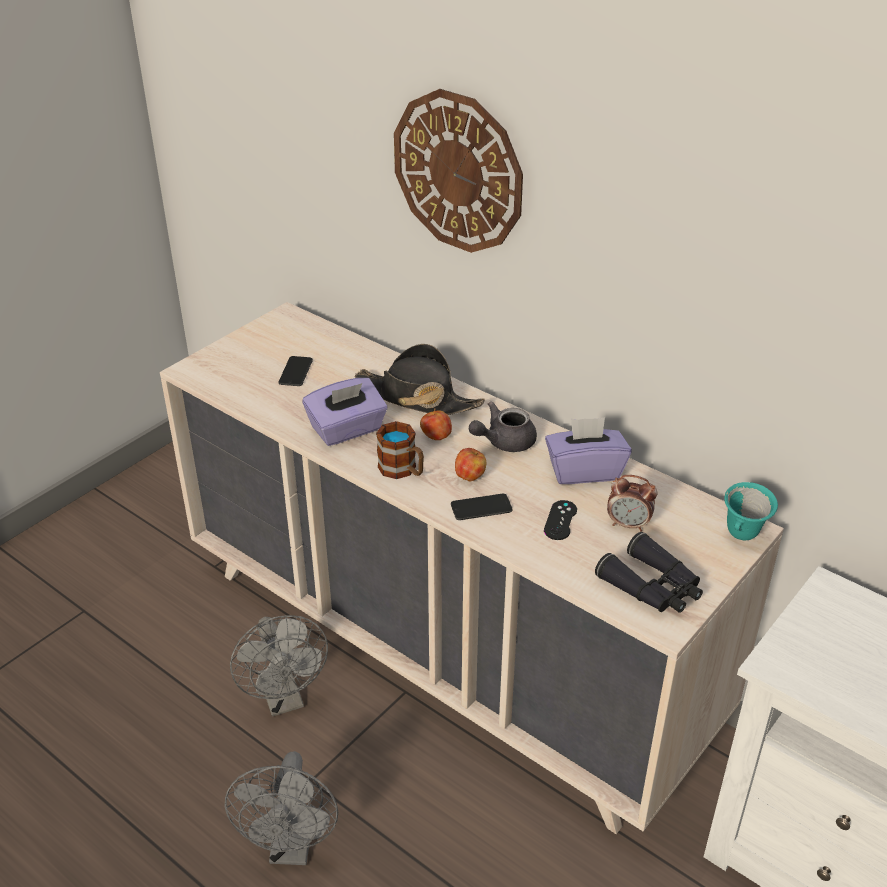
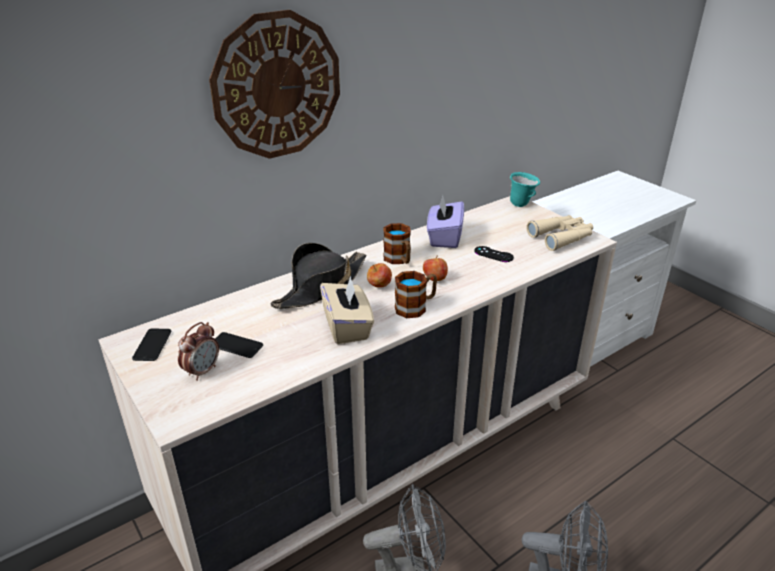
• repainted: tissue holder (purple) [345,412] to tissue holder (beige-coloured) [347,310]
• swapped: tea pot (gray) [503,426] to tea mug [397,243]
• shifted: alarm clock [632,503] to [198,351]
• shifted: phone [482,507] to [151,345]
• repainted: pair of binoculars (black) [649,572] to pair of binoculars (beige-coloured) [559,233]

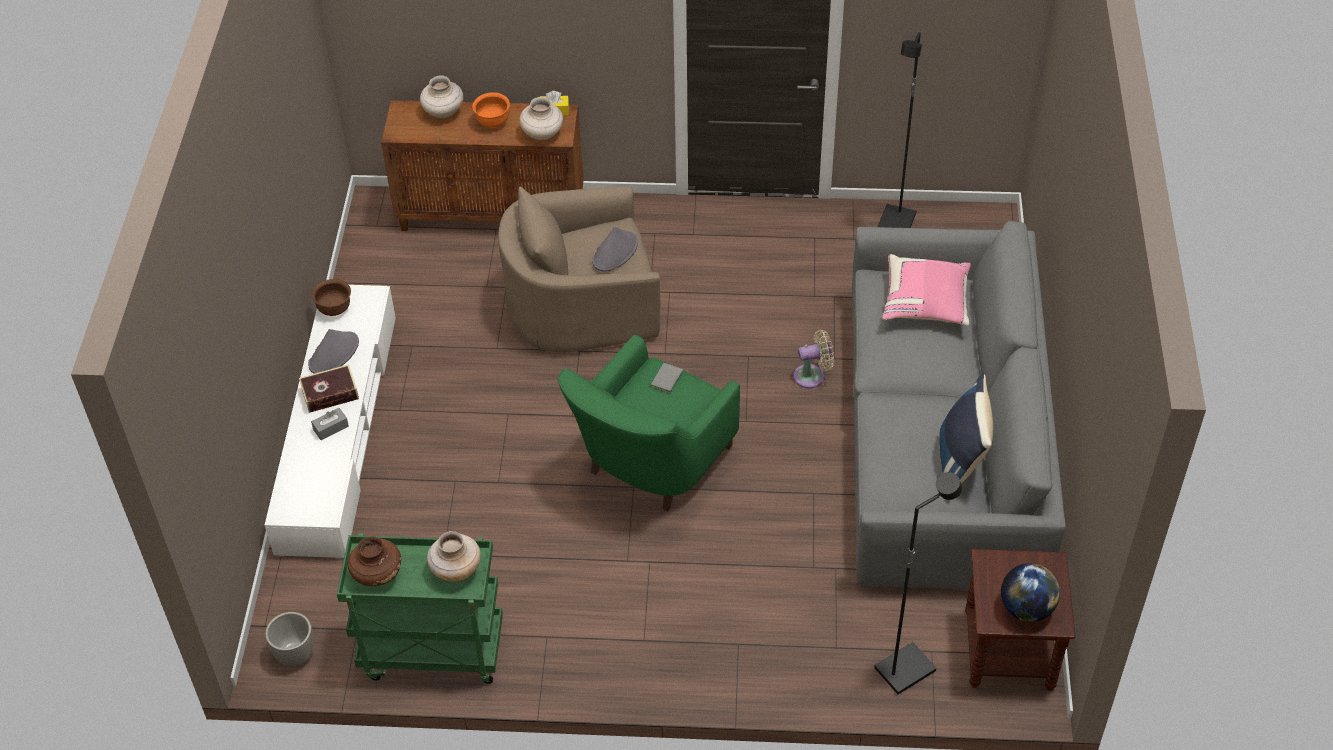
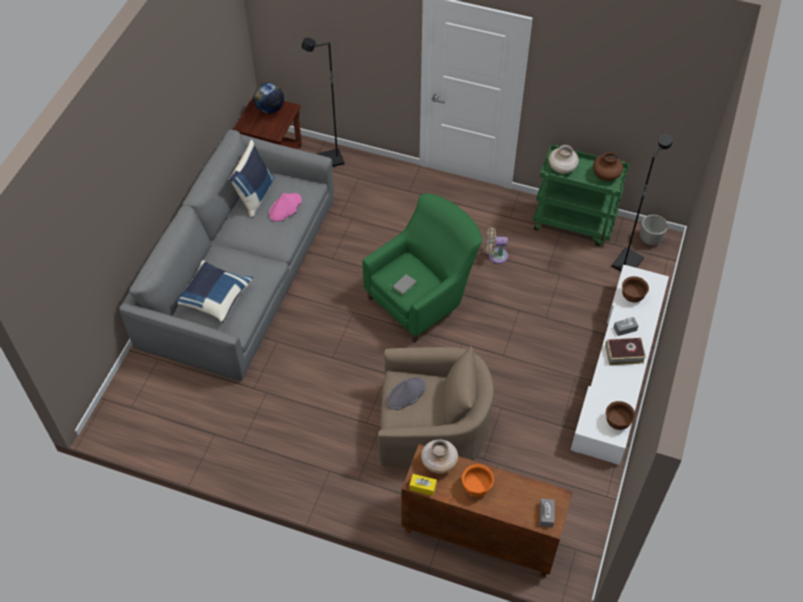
• shifted: floor lamp (black) [899,130] to [642,202]
• gone: flower vase (beige-coloured) [441,96]
• repainted: cushion (pink) [926,290] to cushion (bluish) [214,291]
• gone: wearable hat (gray) [333,351]
• shifted: cooling fan (beige-coloured) [813,359] to [497,246]
• new: wearable hat (pink) [285,207]
• new: serving bowl (brown-coloured) [635,289]
• new: tissue holder (gray) [547,512]

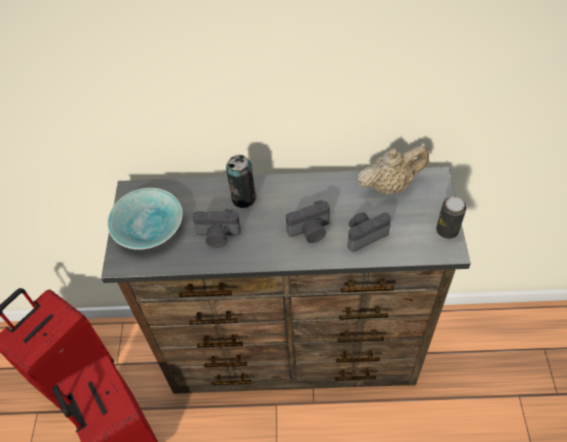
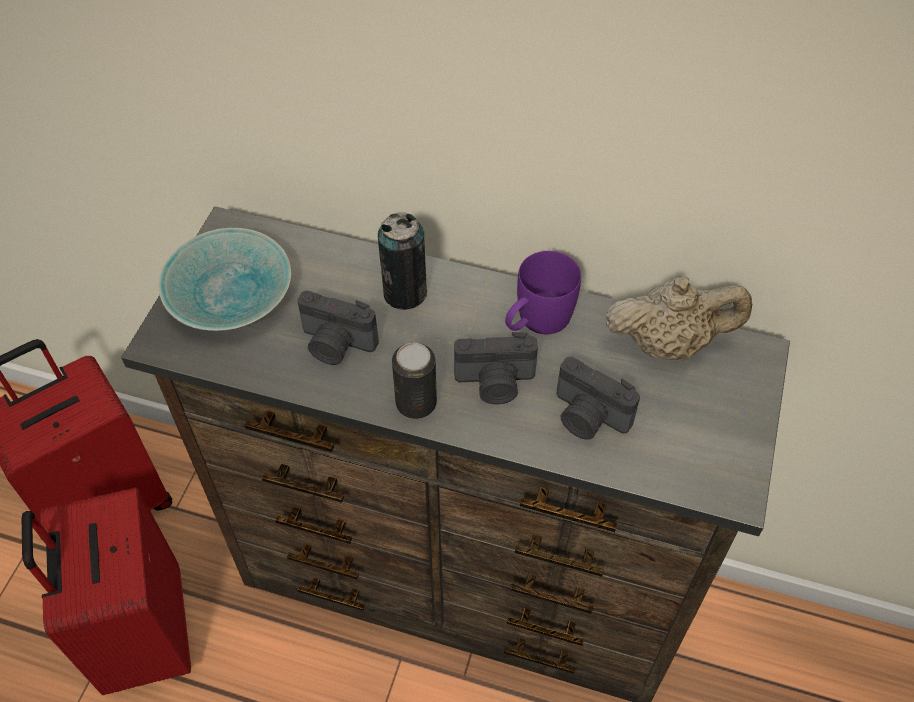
• shifted: can [451,218] to [414,380]
• rotated: still camera [369,232] = [598,398] 135 degrees counterclockwise
• new: tea mug (purple) [543,292]

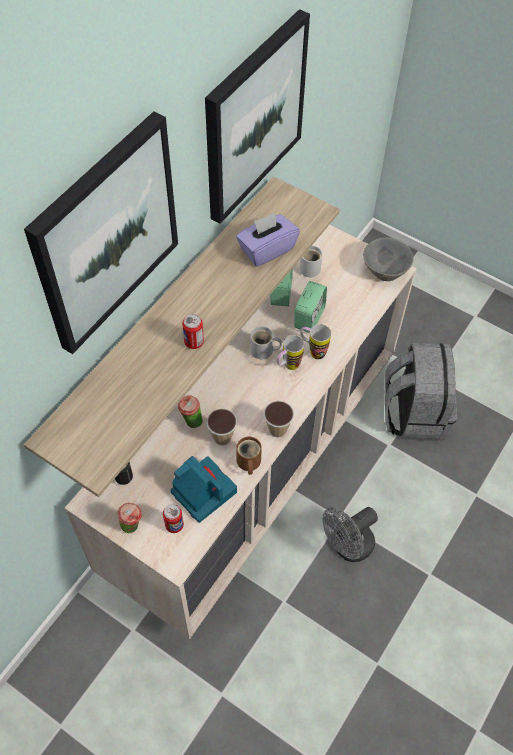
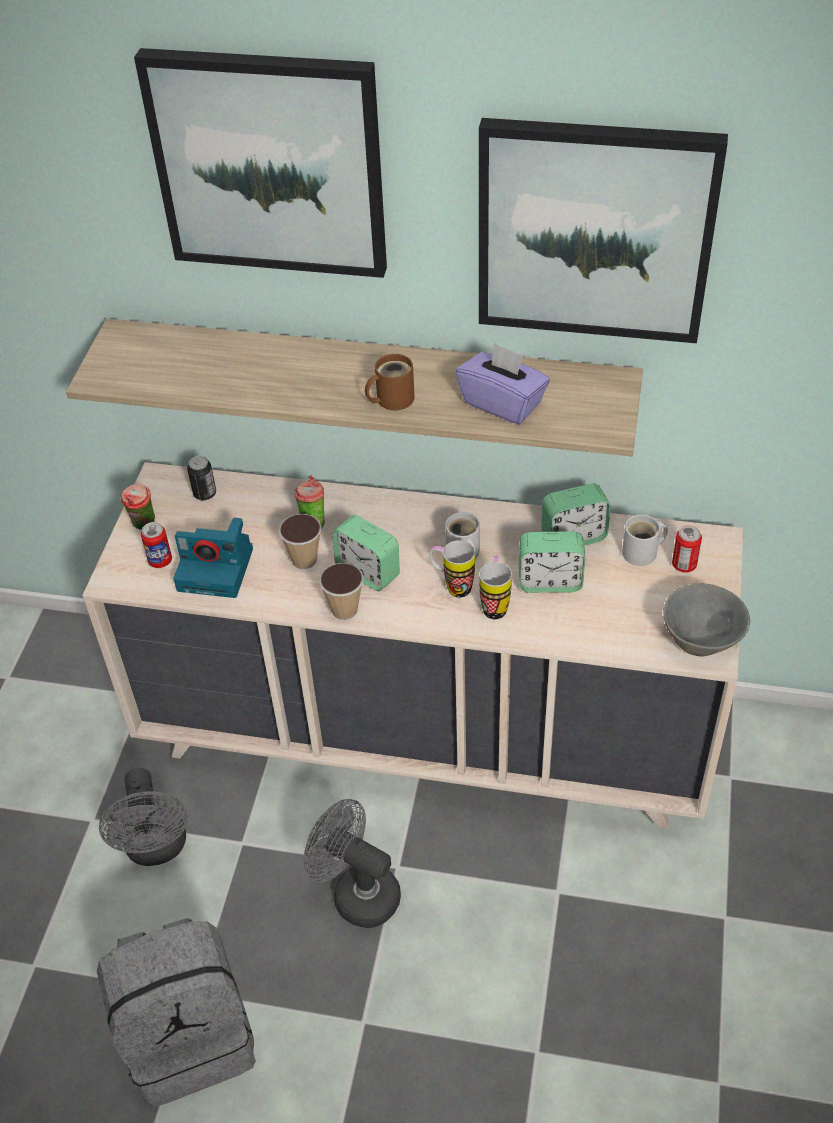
• shifted: can [193,331] to [687,548]
• shifted: knapsack (gray) [421,392] to [176,1012]
• shifted: tea mug (brown-coloured) [249,456] to [390,382]
• rotated: still camera [203,489] = [213,558] 75 degrees clockwise
• new: alarm clock [366,553]
• new: cooling fan (gray) [143,817]

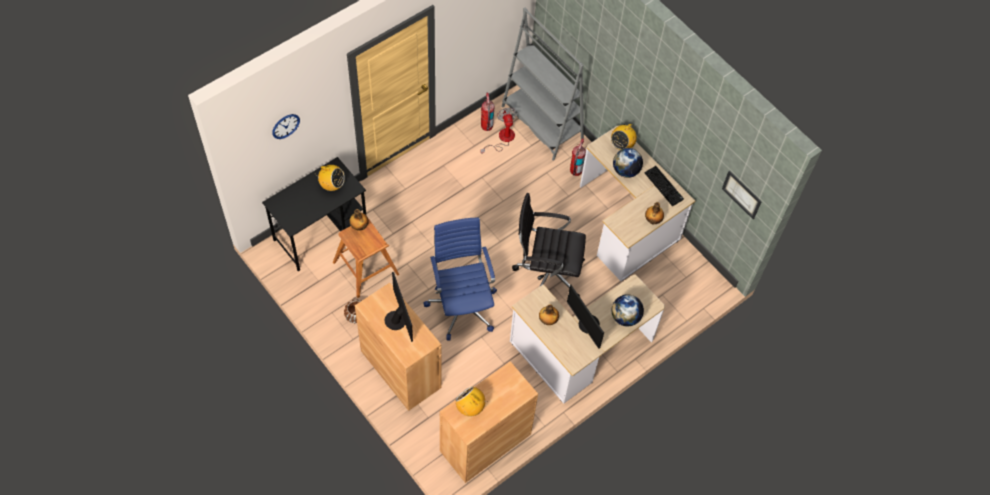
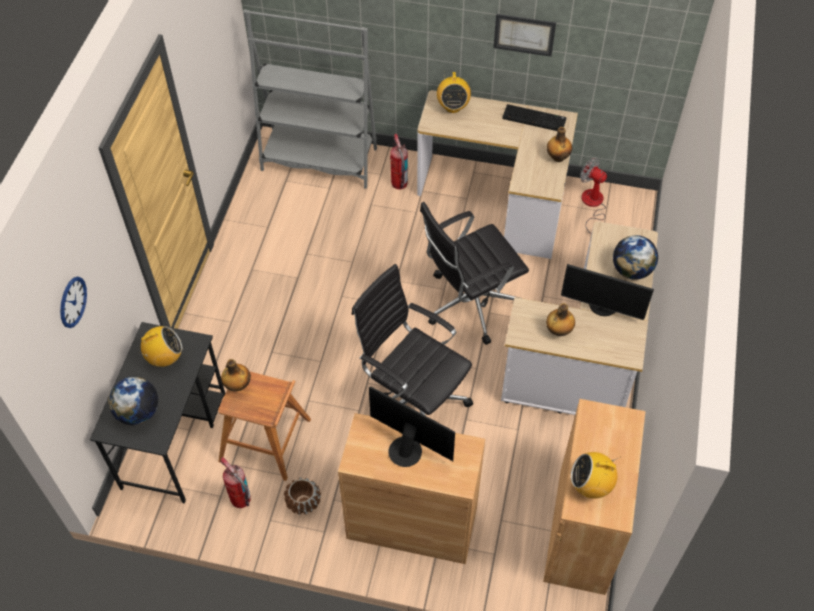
• shifted: fire-fighting cylinder [487,111] to [235,482]
• shifted: cooling fan [499,130] to [593,196]
• shifted: desk globe [628,163] to [133,400]
• shifted: wall picture [741,195] to [524,35]
• repainted: office chair (bluish) [460,279] to office chair (black) [412,340]

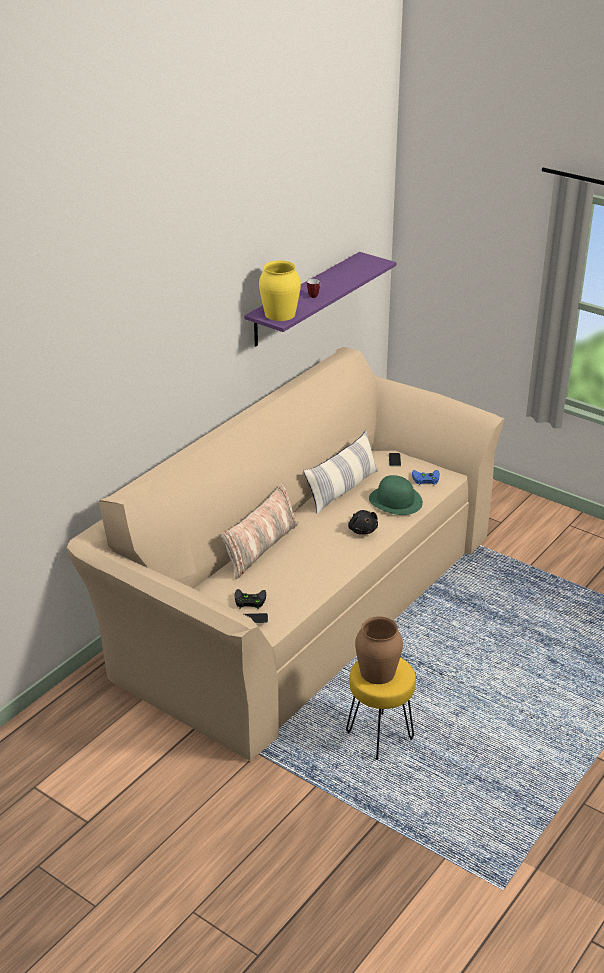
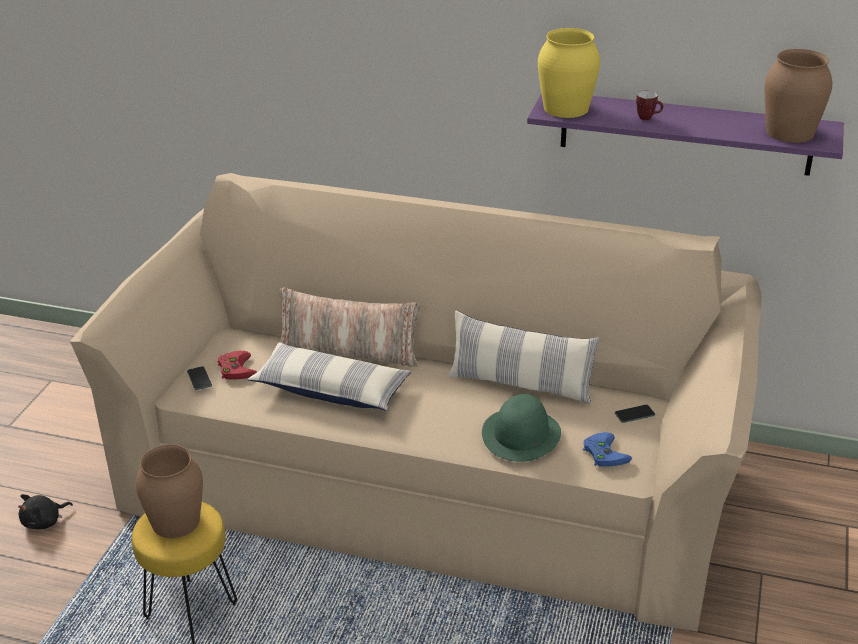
• shifted: soft toy (black) [363,522] to [45,511]
• repainted: game controller (black) [250,599] to game controller (red) [237,365]
• new: flower vase (brown-coloured) [798,96]
• new: cushion [329,376]

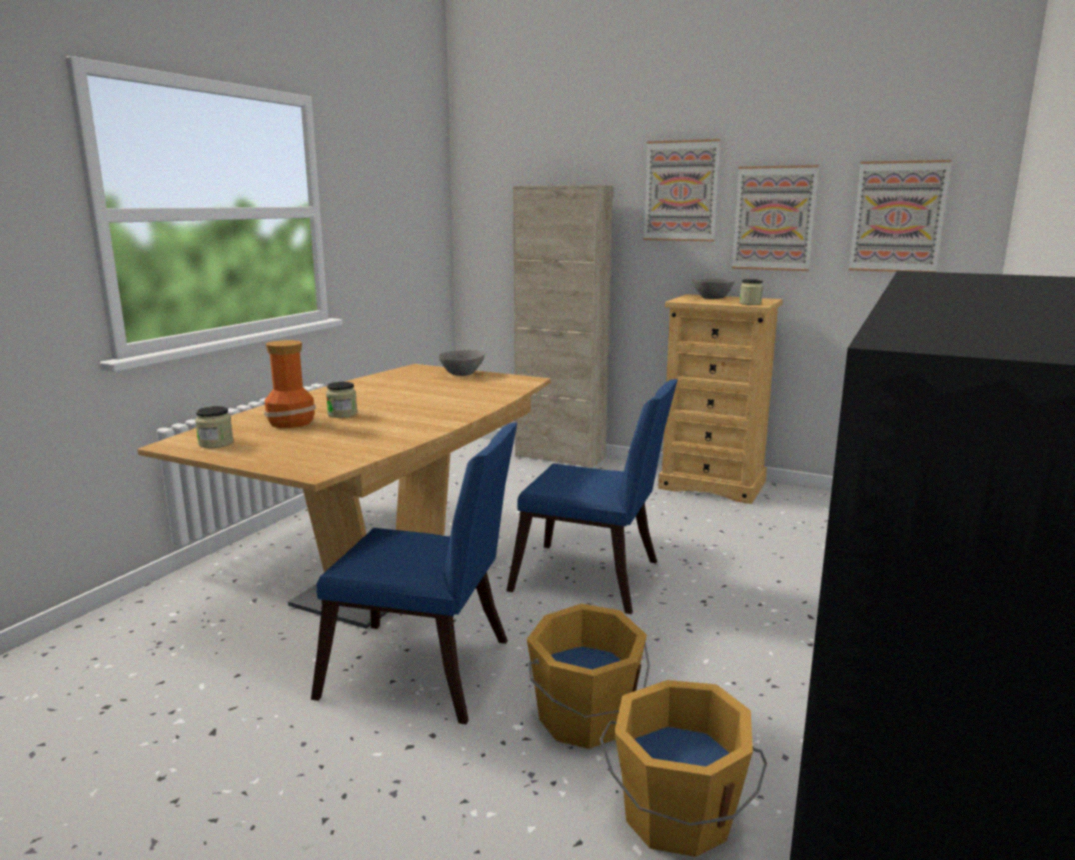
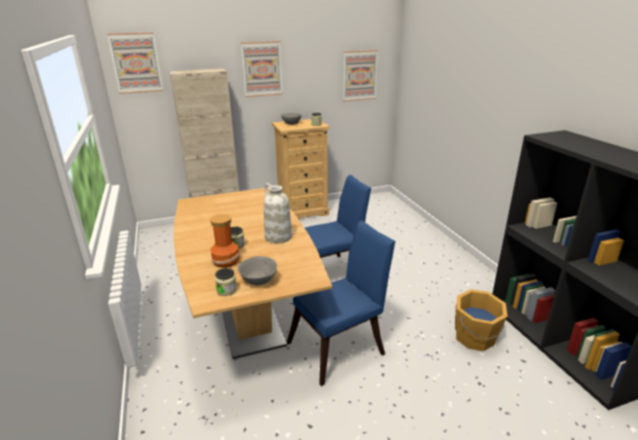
• shifted: wall picture [775,218] to [135,63]
• shifted: serving bowl (gray) [461,363] to [257,270]
• gone: pail (orange-coloured) [588,676]
• new: flower vase (white-coloured) [278,213]

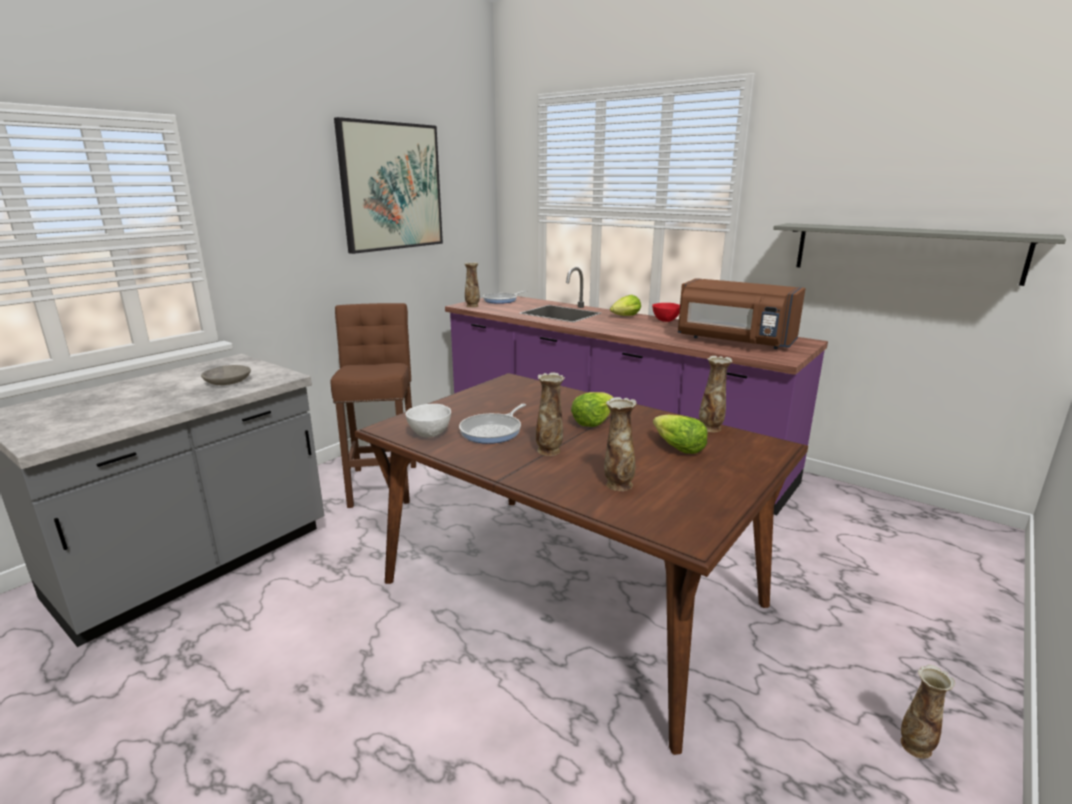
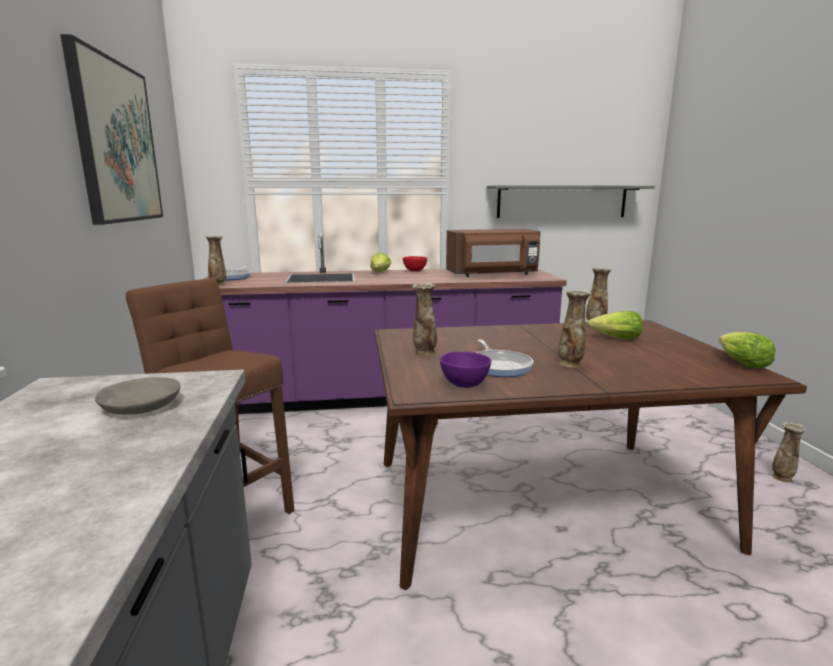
• shifted: head of lettuce [592,409] to [747,350]
• shifted: flower vase [620,444] to [425,319]
• repainted: serving bowl (white-coloured) [428,420] to serving bowl (purple) [465,370]

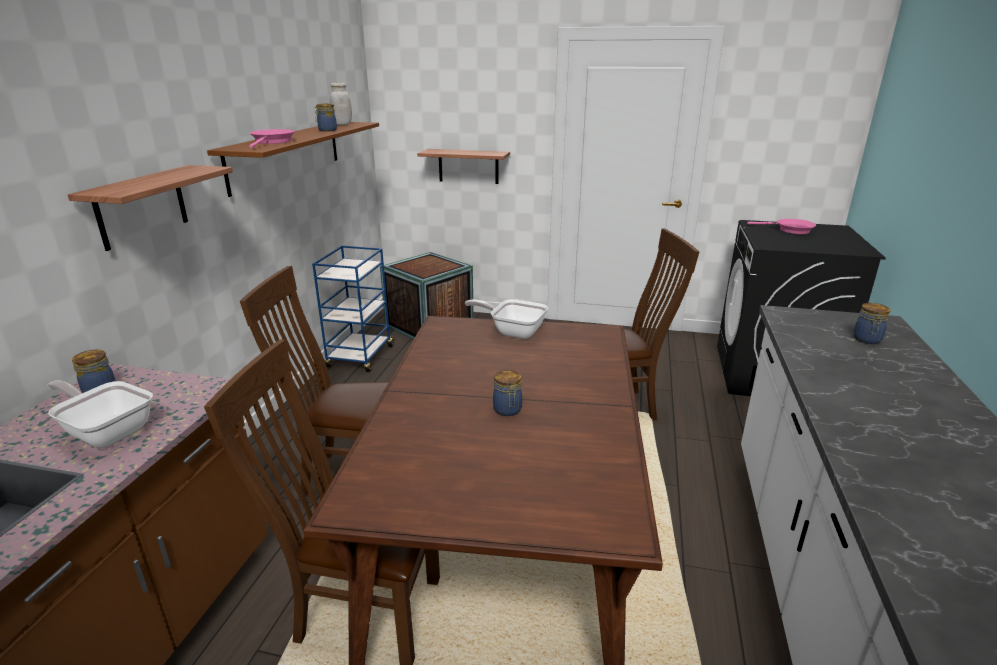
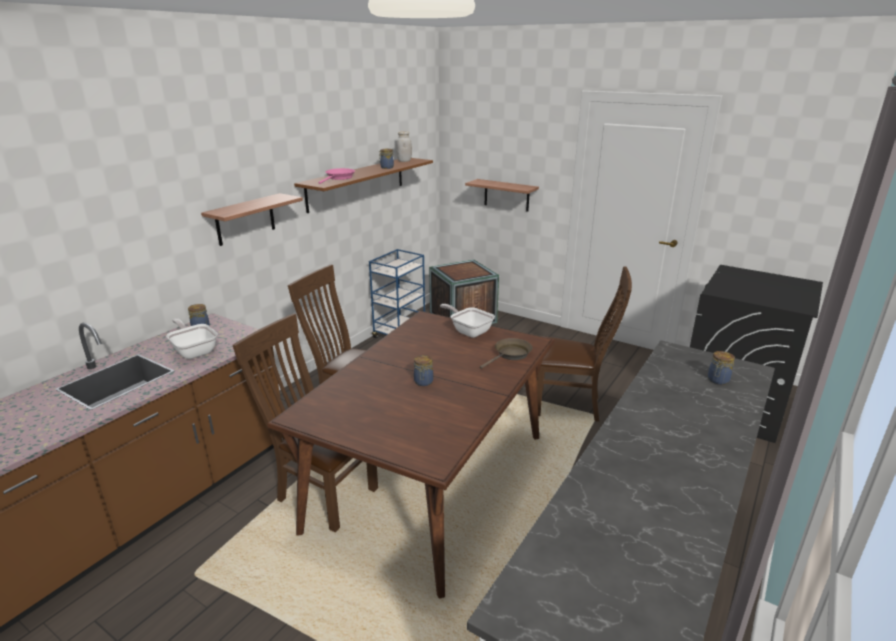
• gone: skillet (pink) [781,226]
• new: skillet (brown-coloured) [506,353]

